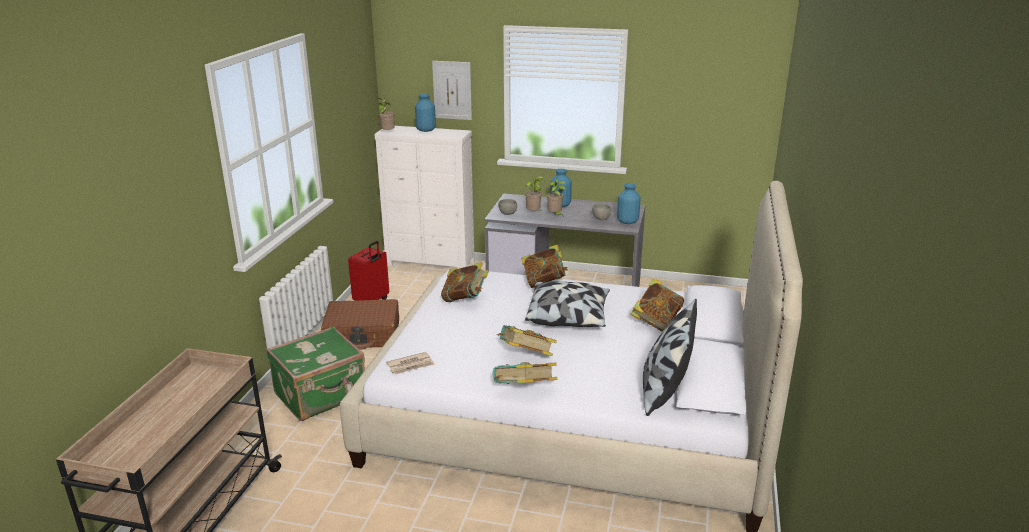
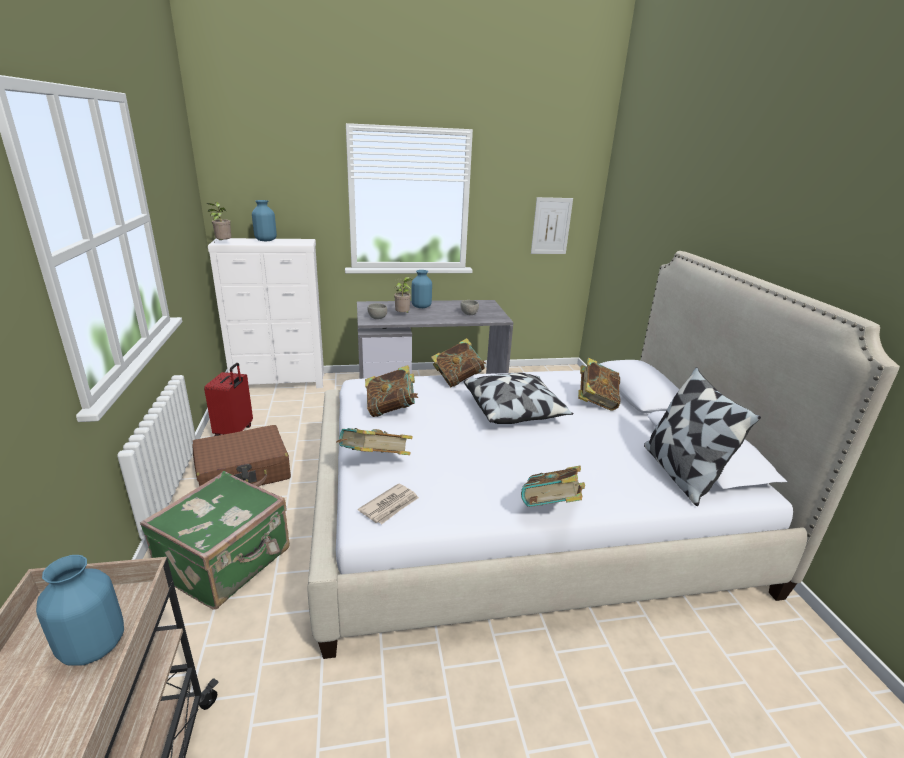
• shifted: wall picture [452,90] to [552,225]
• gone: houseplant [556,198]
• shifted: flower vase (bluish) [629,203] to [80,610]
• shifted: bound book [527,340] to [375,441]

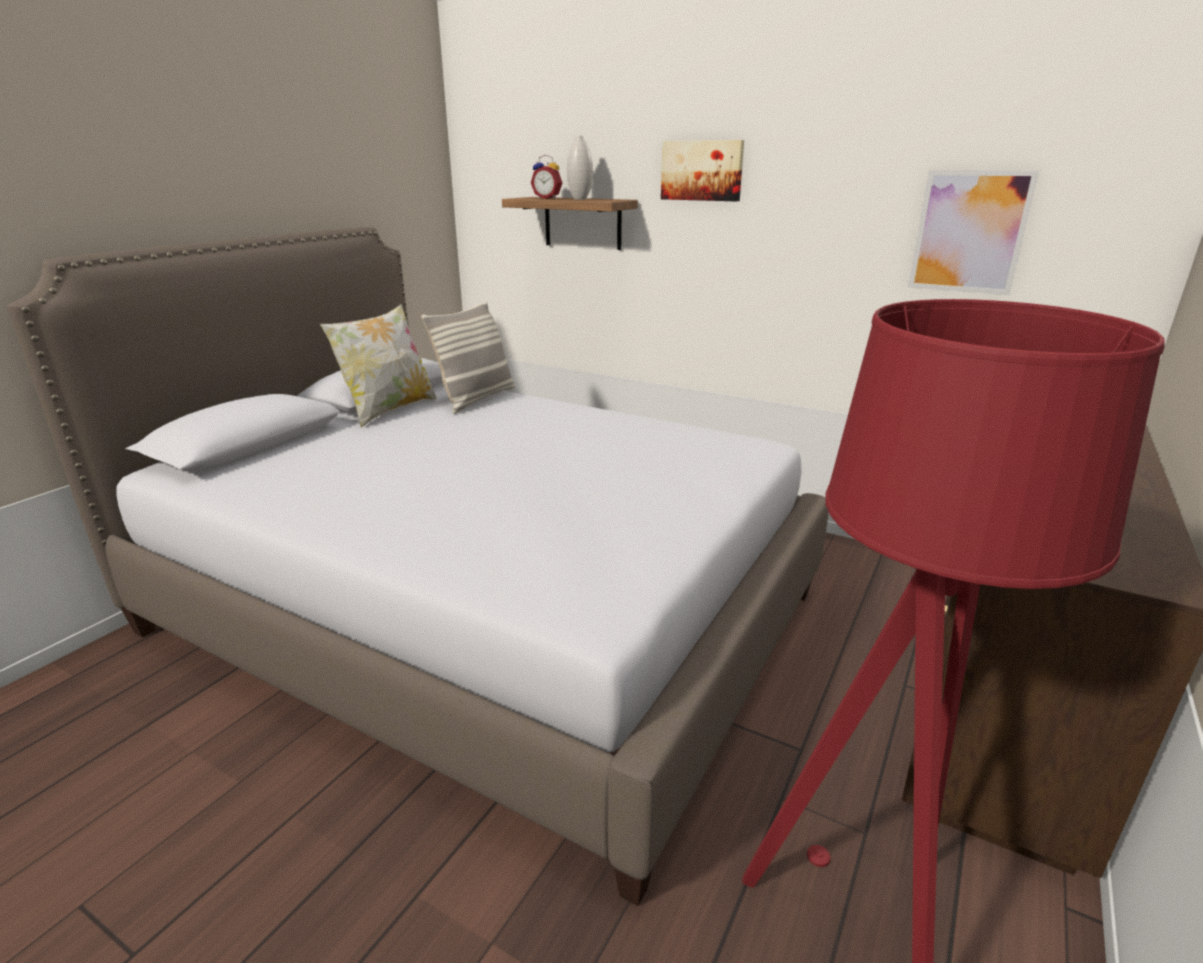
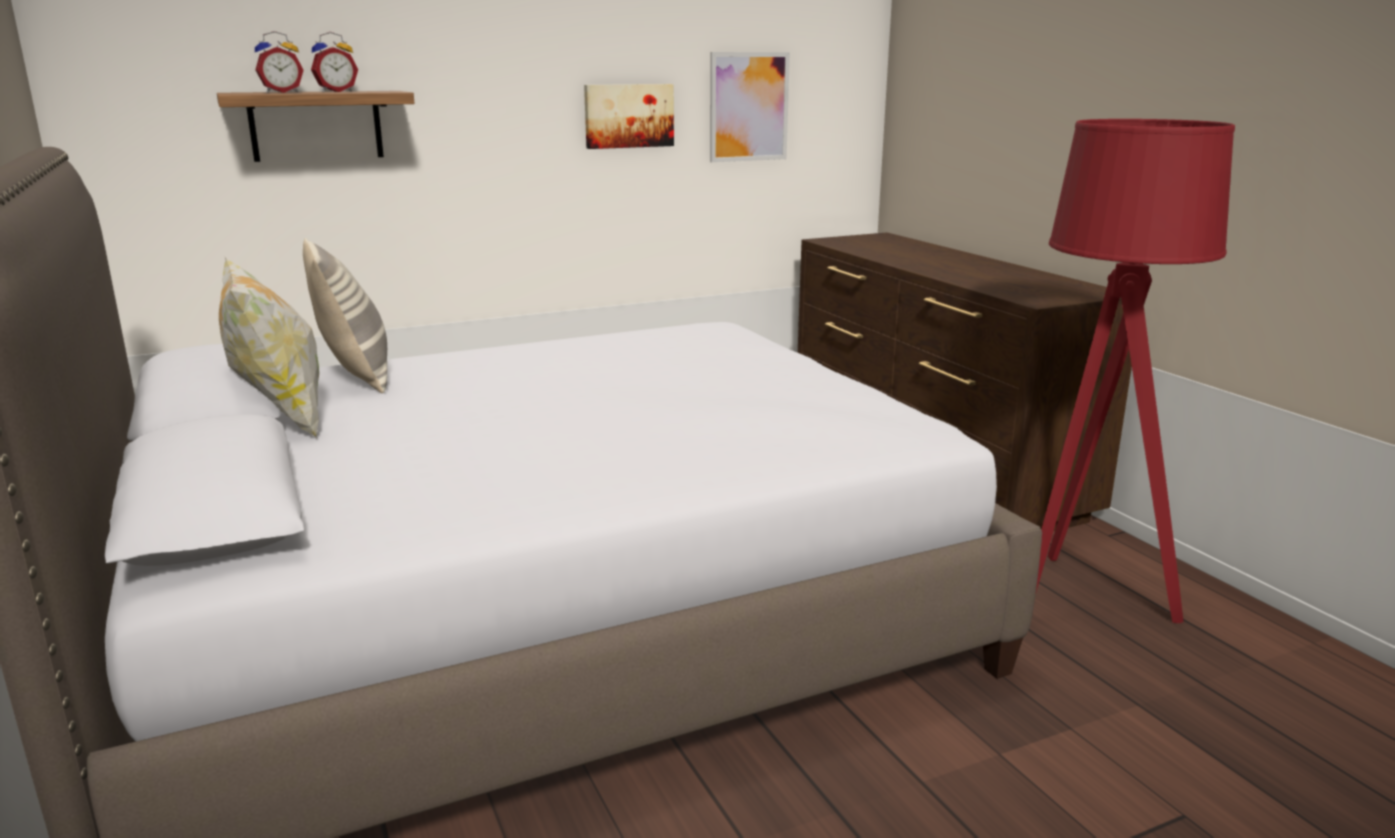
• swapped: flower vase (white-coloured) [580,167] to alarm clock [334,62]
• shifted: wall picture [702,170] to [629,116]

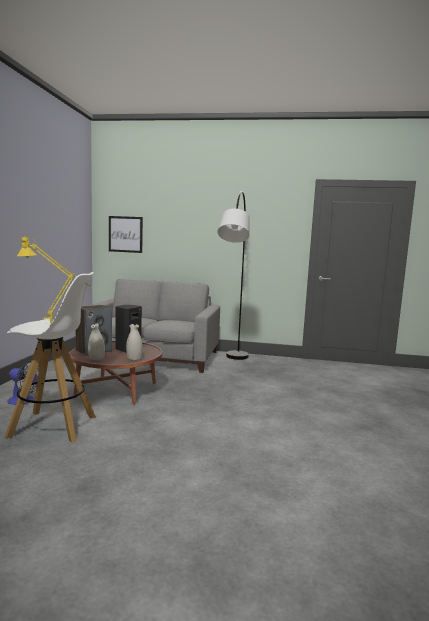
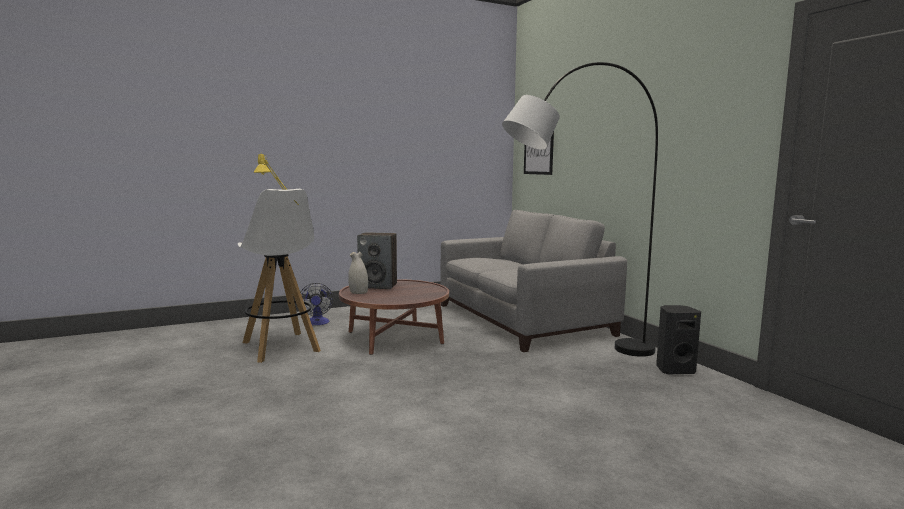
• shifted: loudspeaker (black) [129,328] to [678,339]
• gone: flower vase (white-coloured) [134,342]

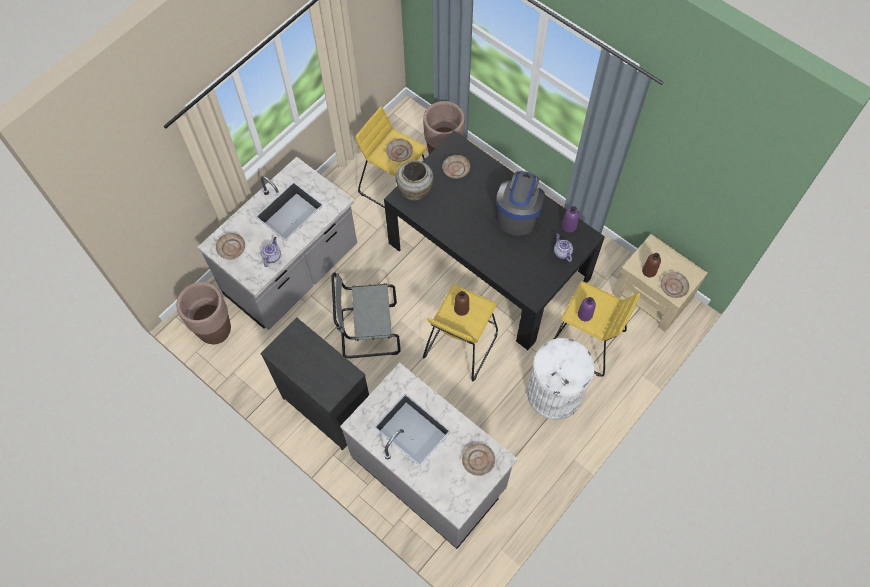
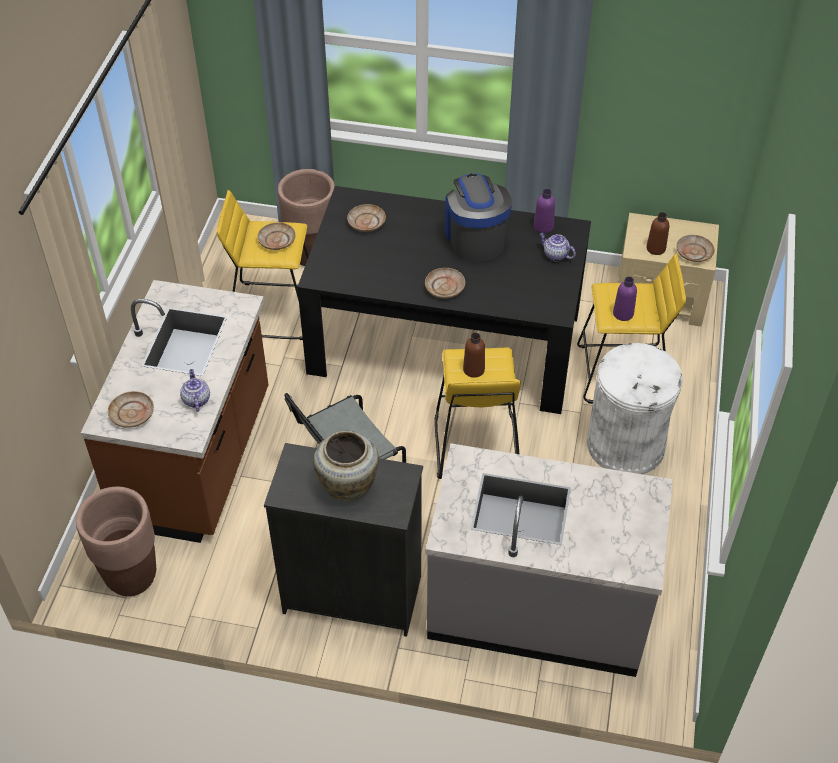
• repainted: kitchen base unit (gray) [277,243] to kitchen base unit (brown-coloured) [175,411]
• shifted: flower vase (beige-coloured) [414,180] to [346,466]
• shifted: dinner plate (beige-coloured) [478,459] to [445,283]

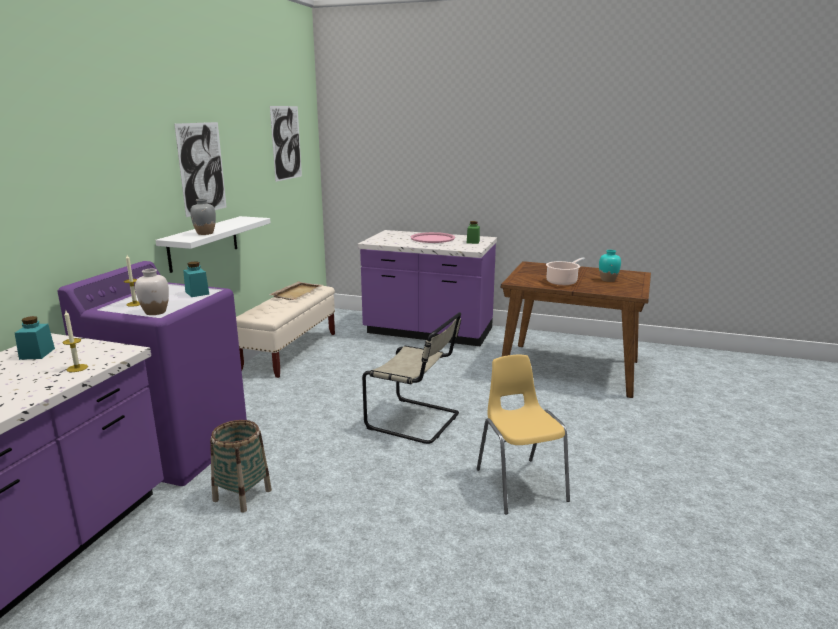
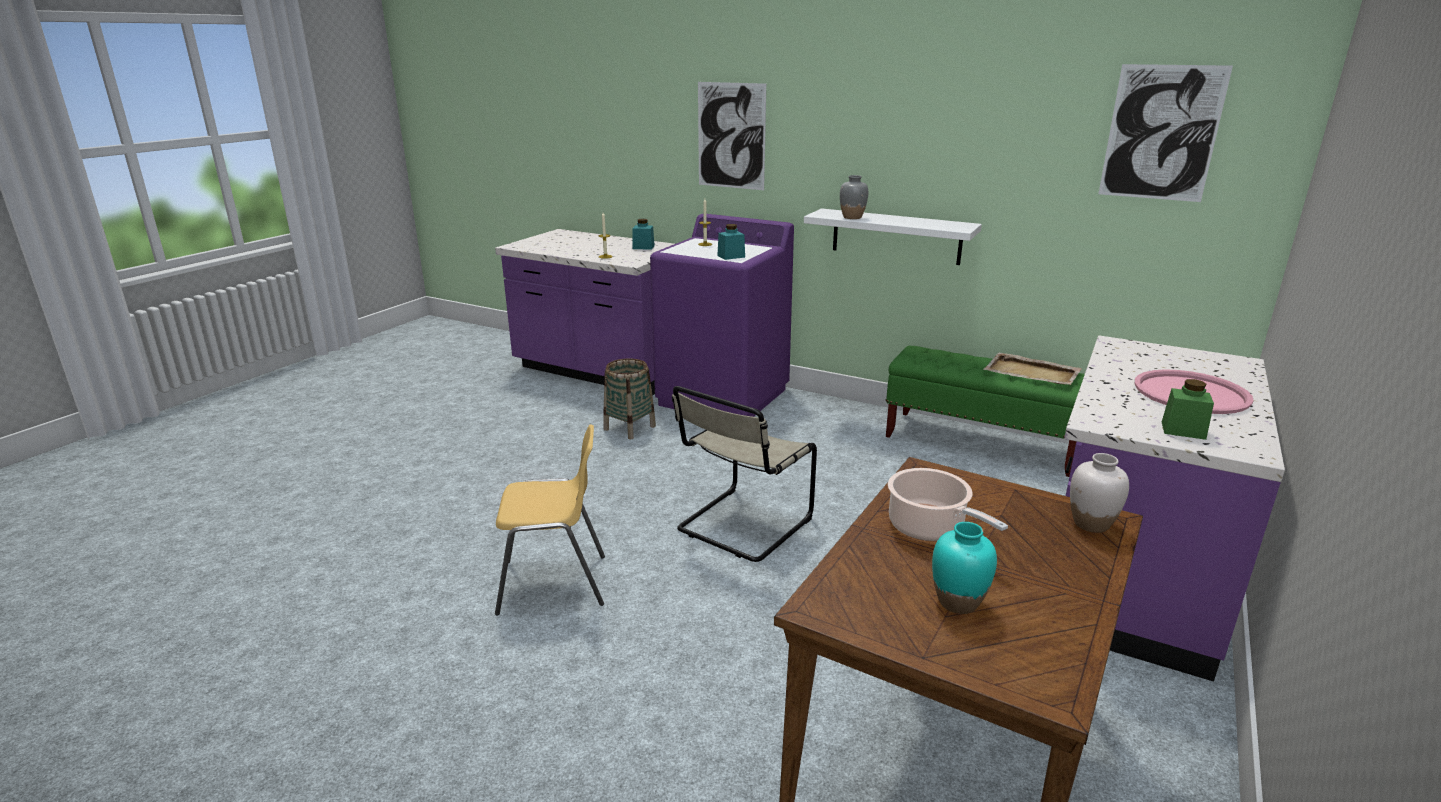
• shifted: wall picture [200,169] to [732,136]
• shifted: flower vase (white-coloured) [152,292] to [1099,493]
• repainted: bench (beige-coloured) [285,332] to bench (greenish) [985,411]

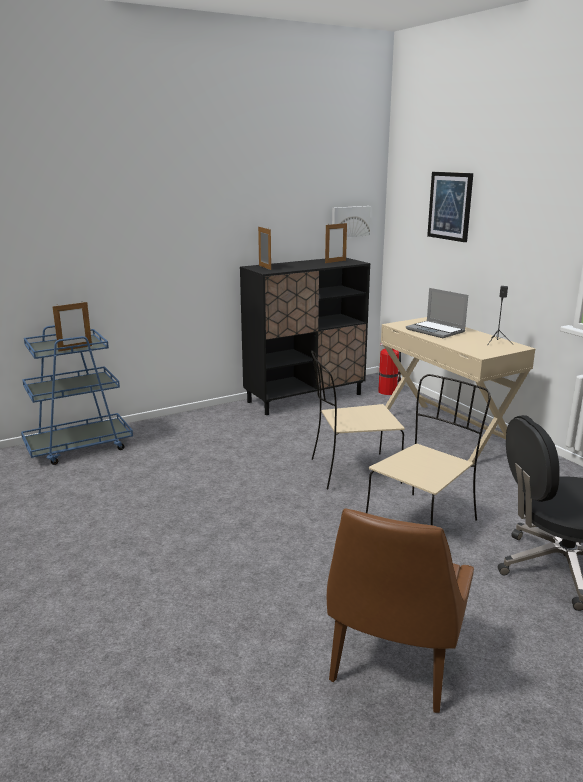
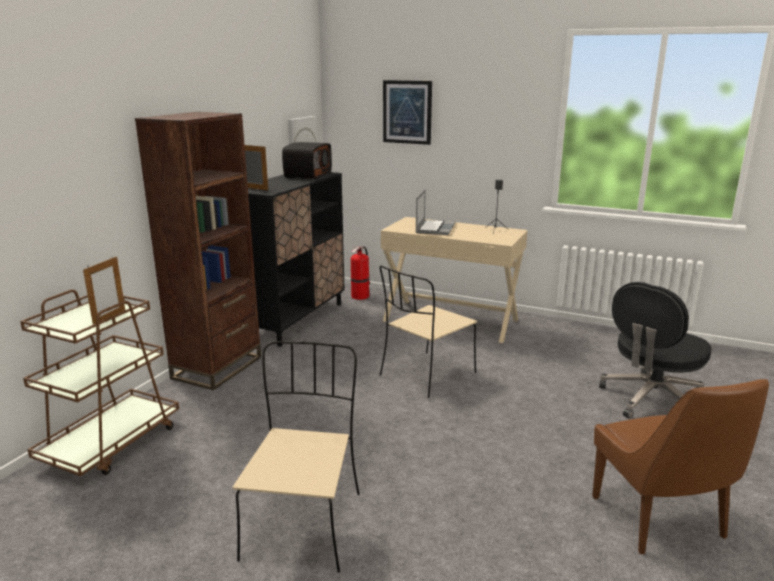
• swapped: picture frame [336,243] to radio [307,160]
• rotated: notebook computer [437,313] = [435,212] 90 degrees counterclockwise
• repainted: wheeled cart (bluish) [77,395] to wheeled cart (brown-coloured) [99,383]
• shifted: chair (beige-coloured) [428,449] to [296,457]
• new: shelving unit (brown-coloured) [198,251]

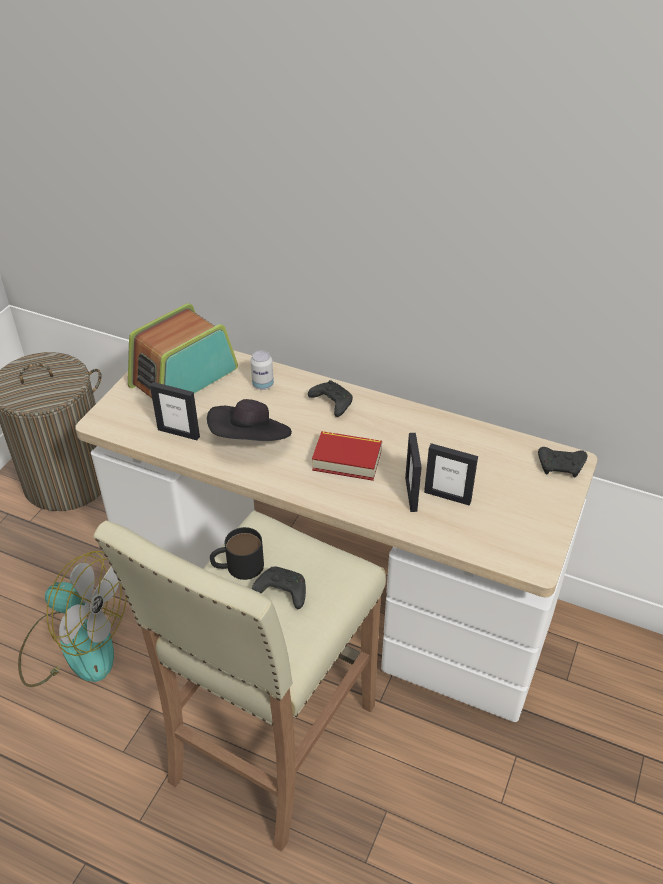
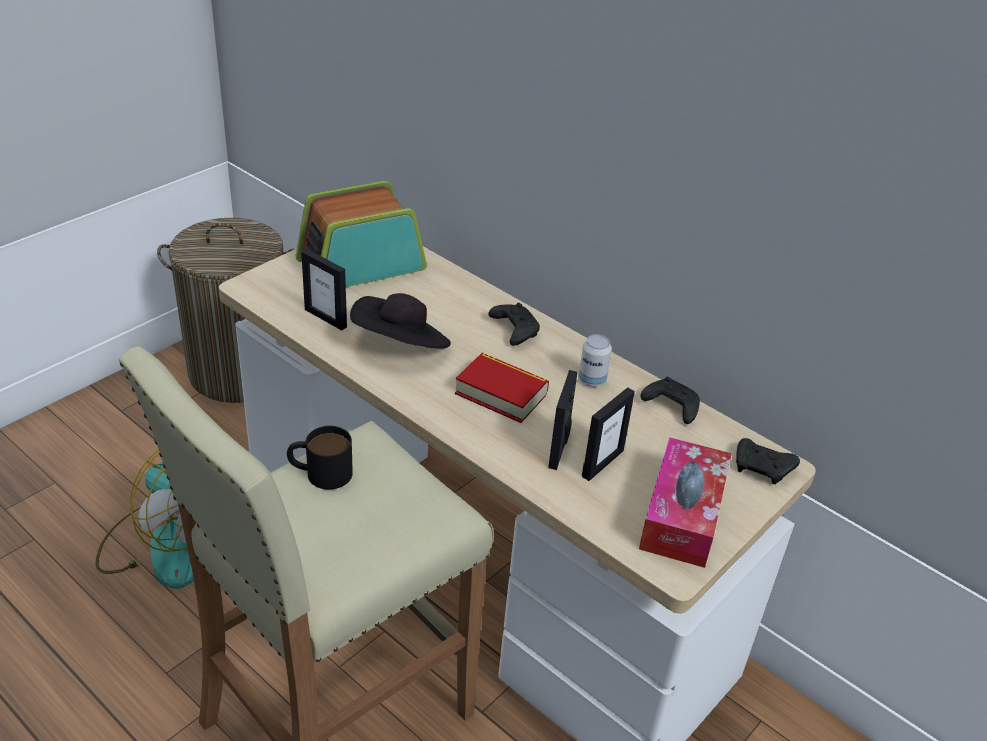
• shifted: can [262,370] to [595,360]
• rotated: picture frame [451,474] = [608,434] 90 degrees counterclockwise
• shifted: game controller (black) [279,587] to [670,400]
• new: tissue holder [685,502]

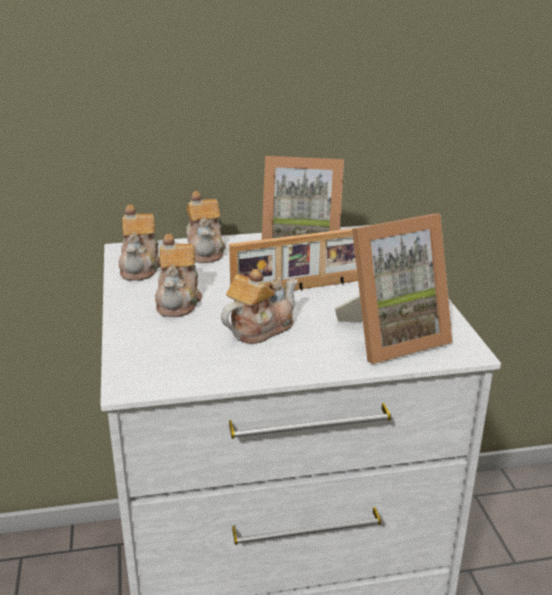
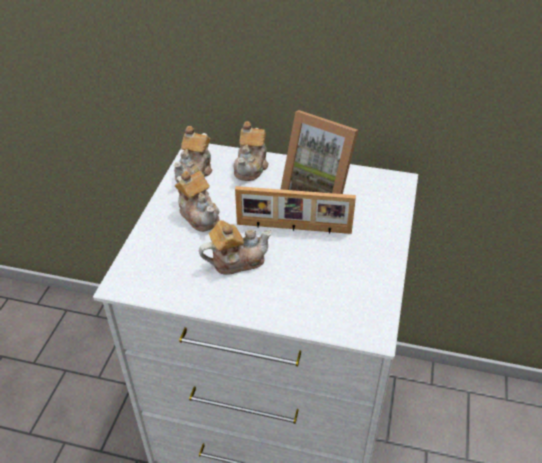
• gone: picture frame [393,288]
• rotated: tea pot [178,275] = [197,201] 60 degrees counterclockwise

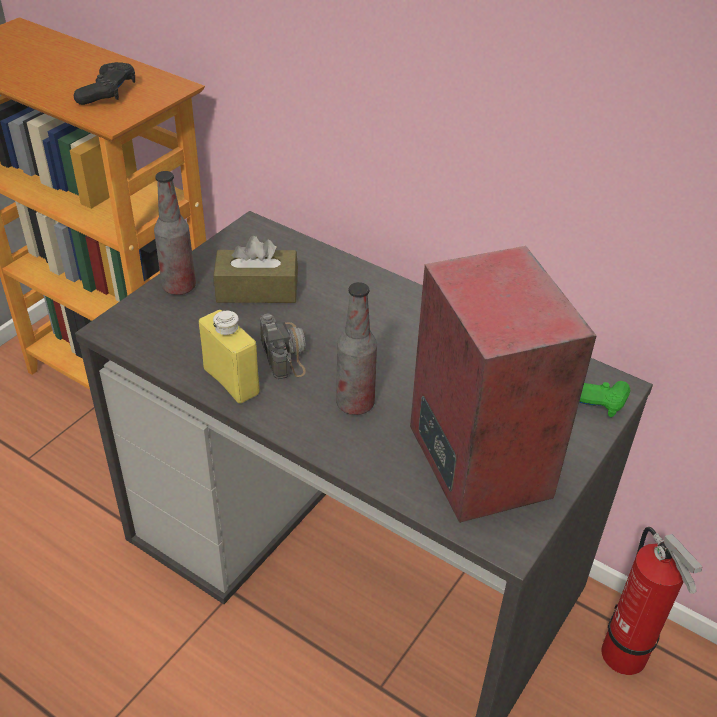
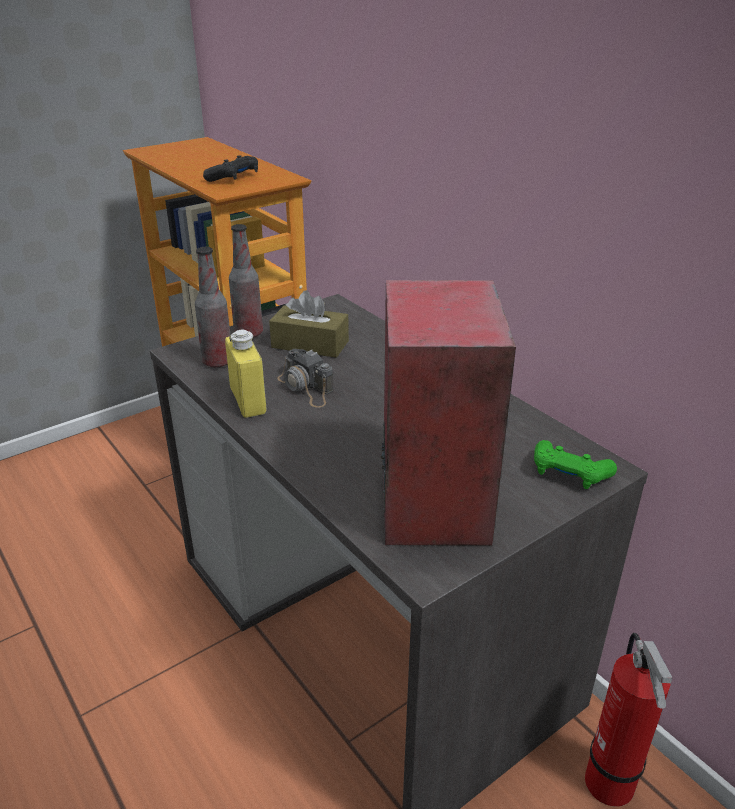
• shifted: beverage bottle [356,348] to [213,307]
• rotated: still camera [283,346] = [305,378] 135 degrees clockwise

